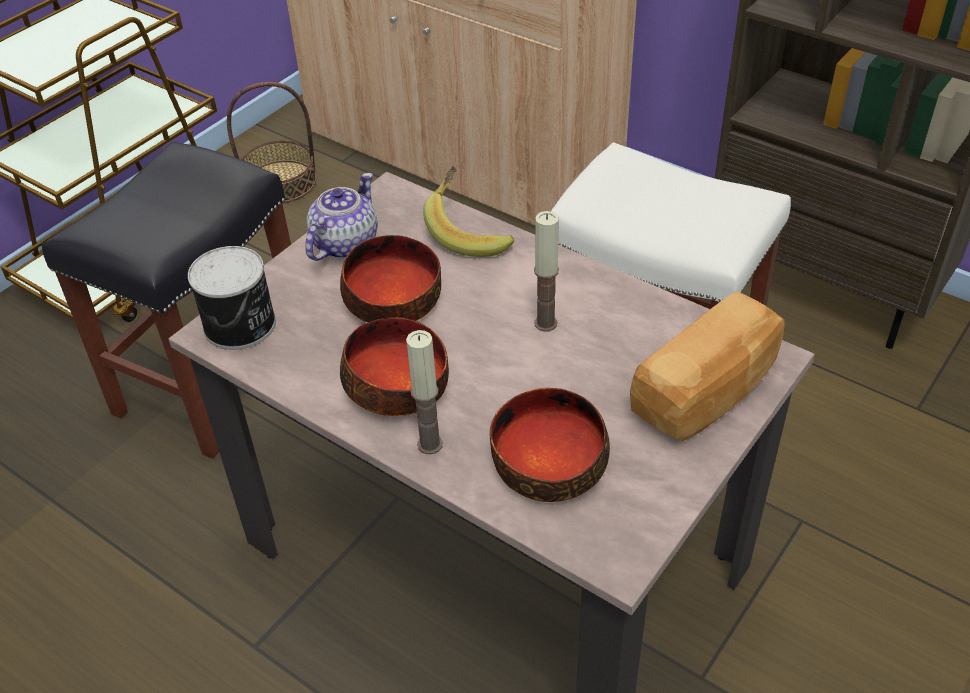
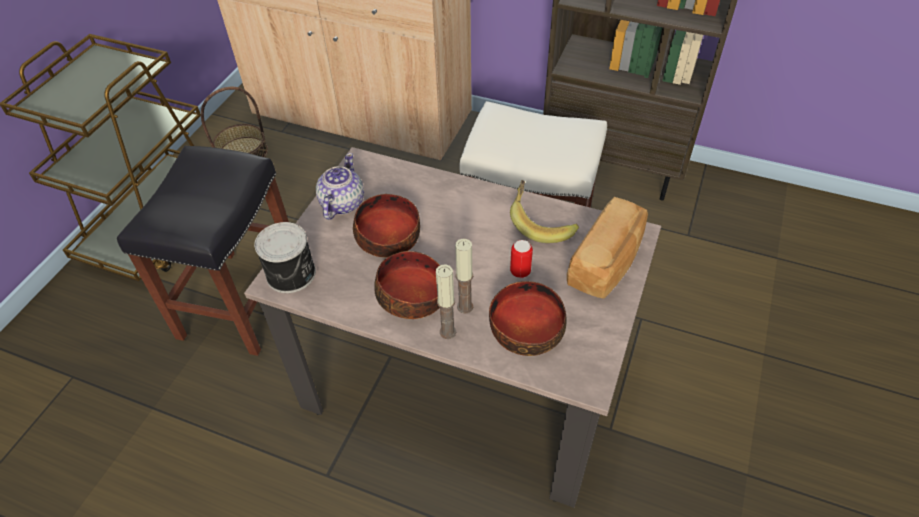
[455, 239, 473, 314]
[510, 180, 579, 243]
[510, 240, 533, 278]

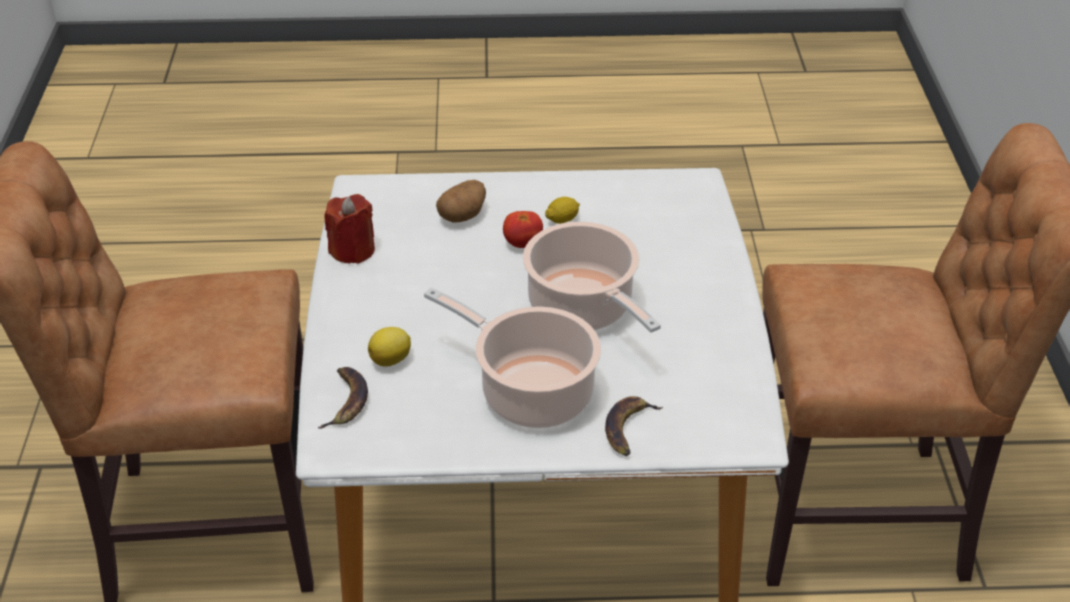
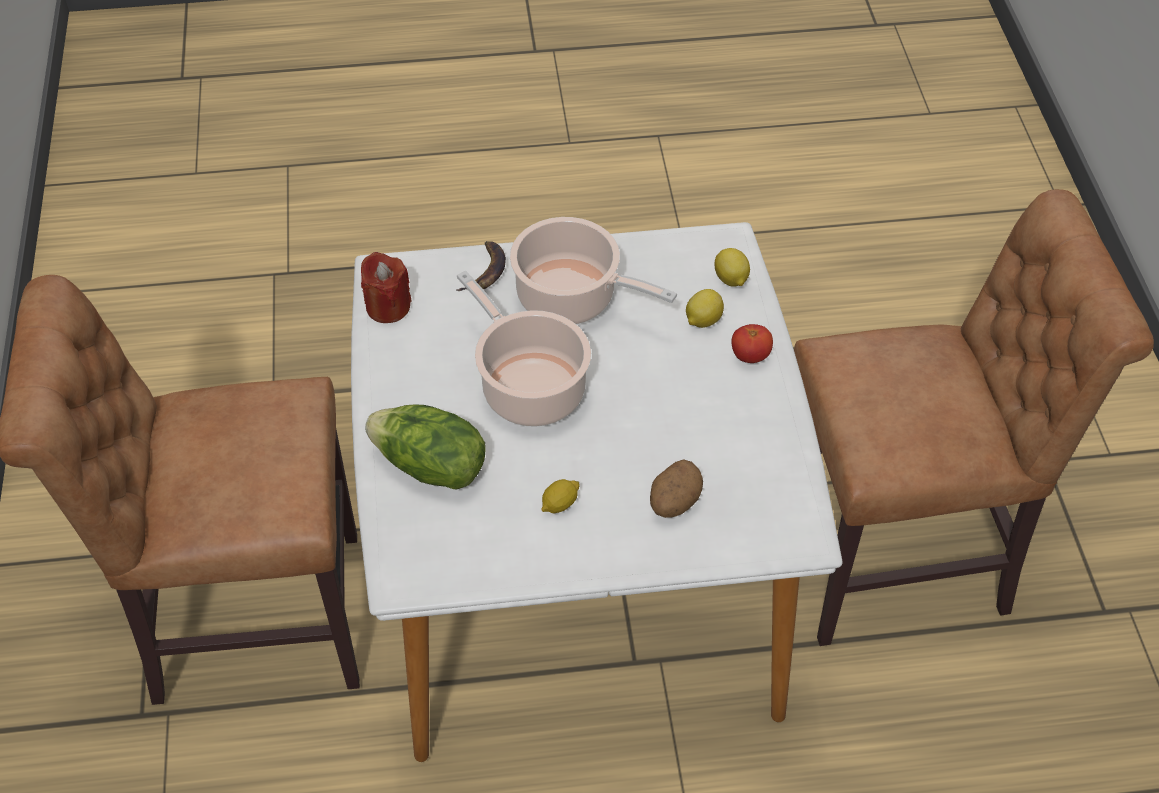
[361, 252, 412, 323]
[365, 404, 486, 489]
[714, 248, 750, 287]
[731, 324, 773, 363]

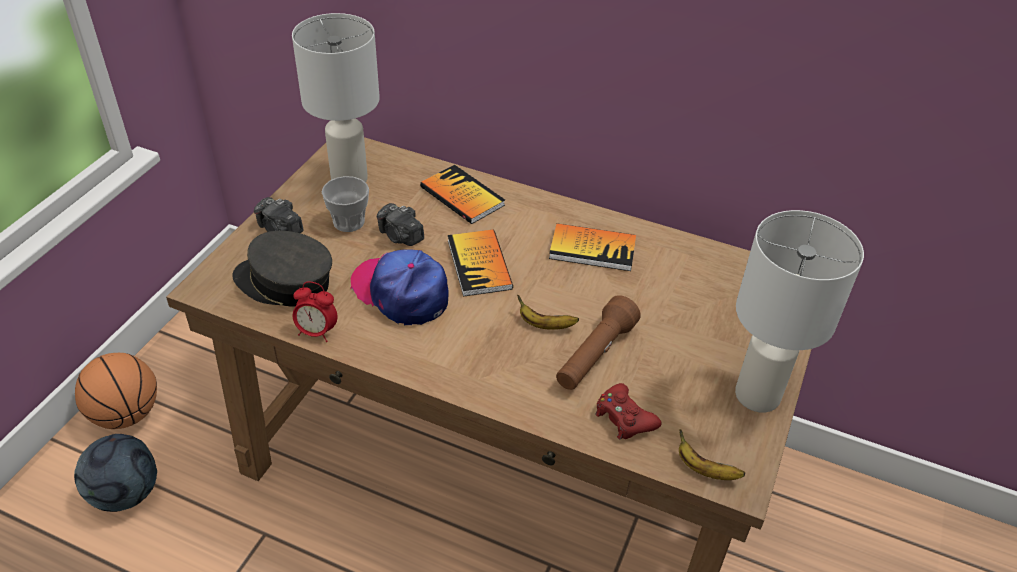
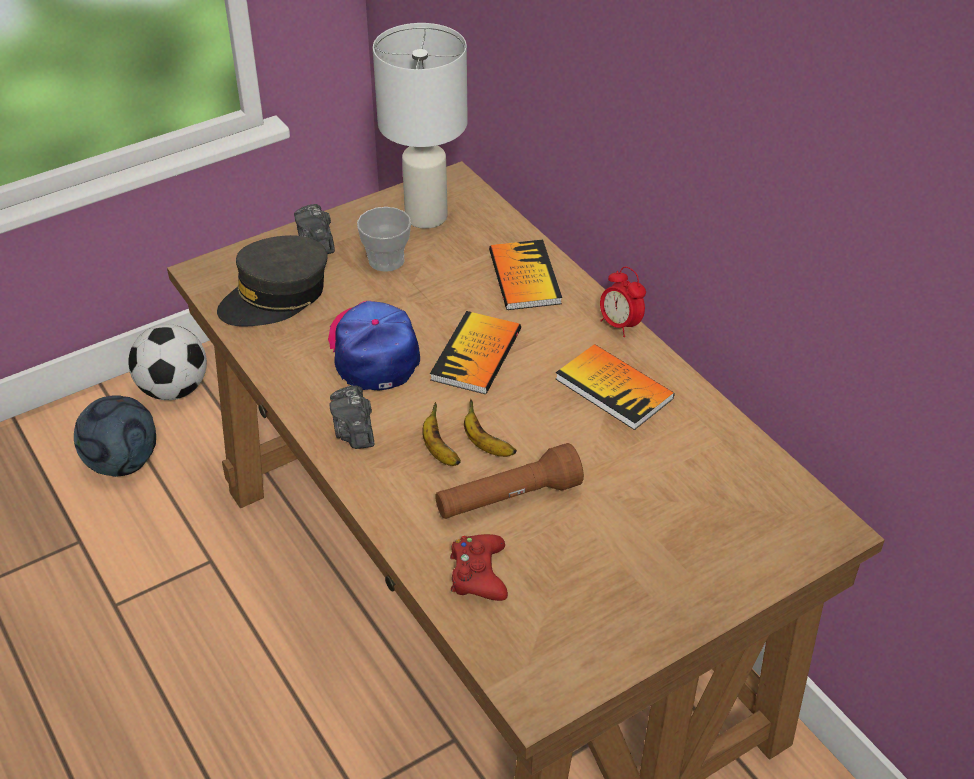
[128, 324, 207, 400]
[217, 235, 328, 327]
[330, 385, 374, 449]
[422, 402, 461, 466]
[600, 267, 646, 337]
[735, 210, 864, 412] (first image)

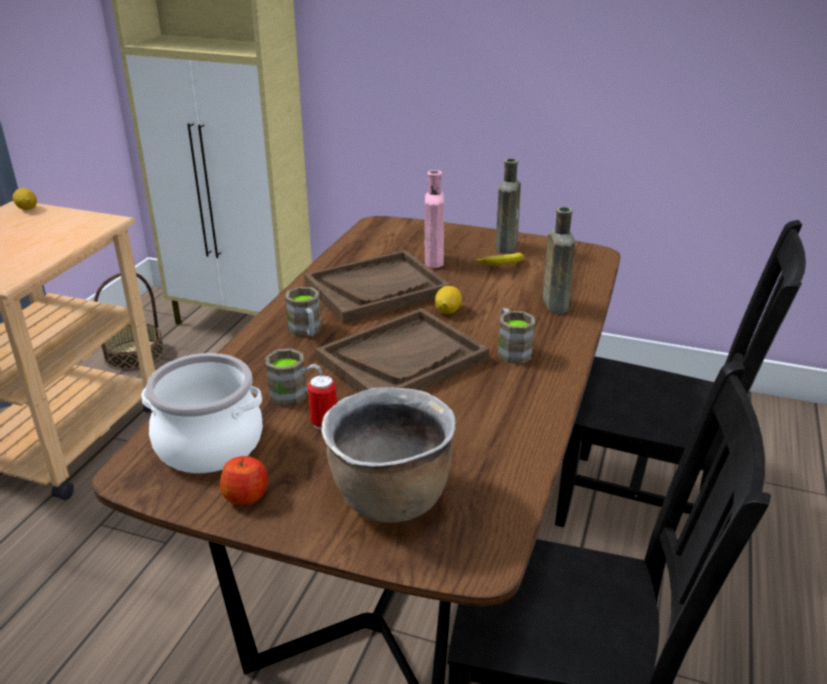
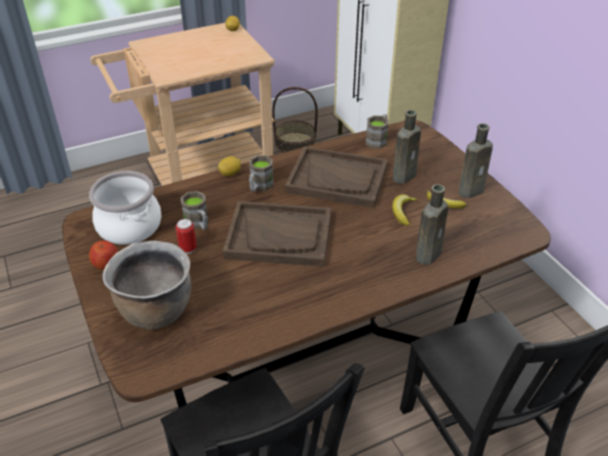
[218, 156, 241, 176]
[366, 114, 389, 149]
[392, 194, 418, 226]
[393, 110, 421, 184]

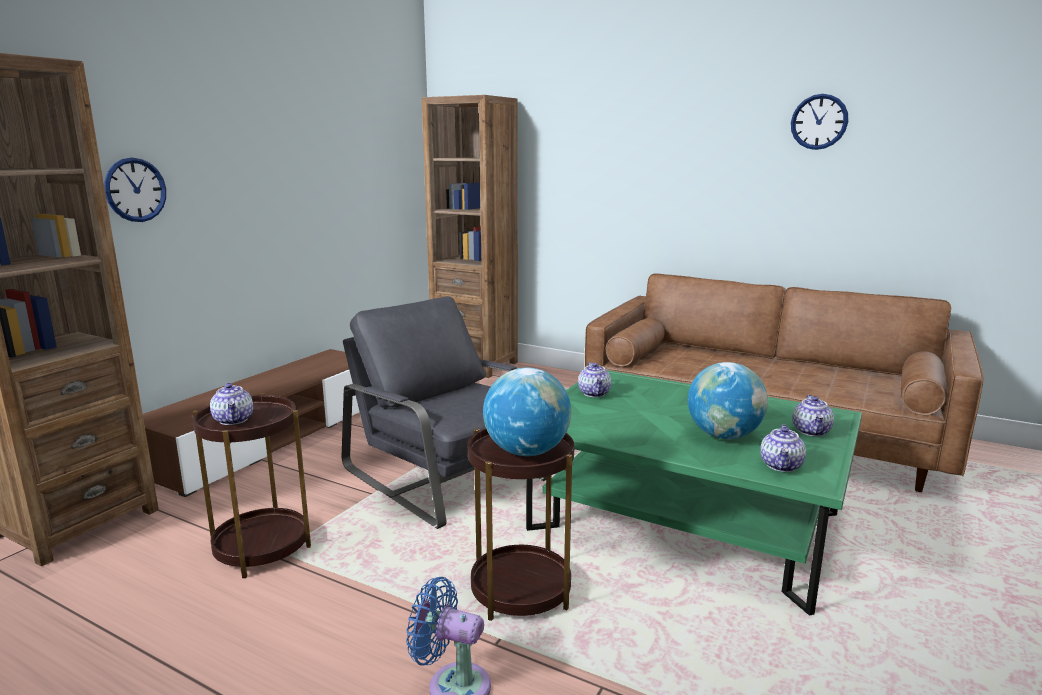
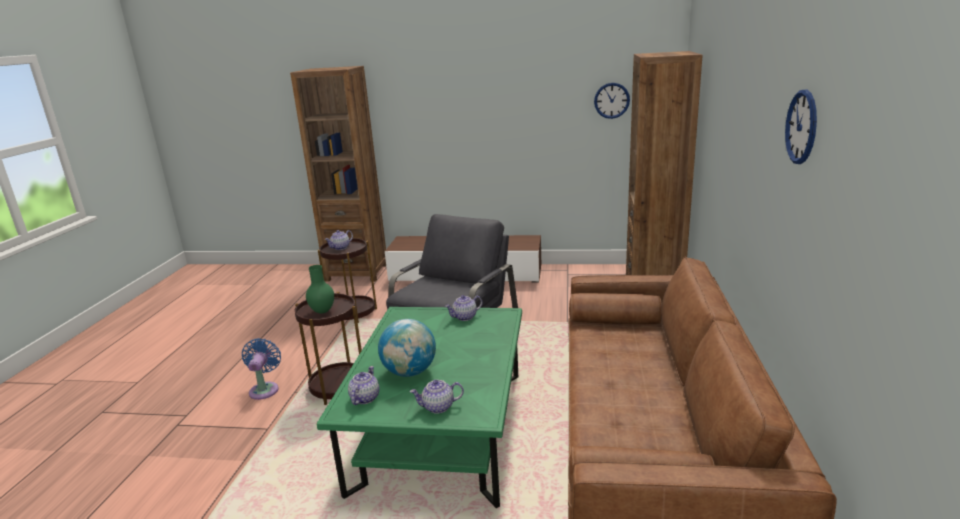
[306, 265, 334, 313]
[348, 366, 379, 405]
[594, 83, 630, 119]

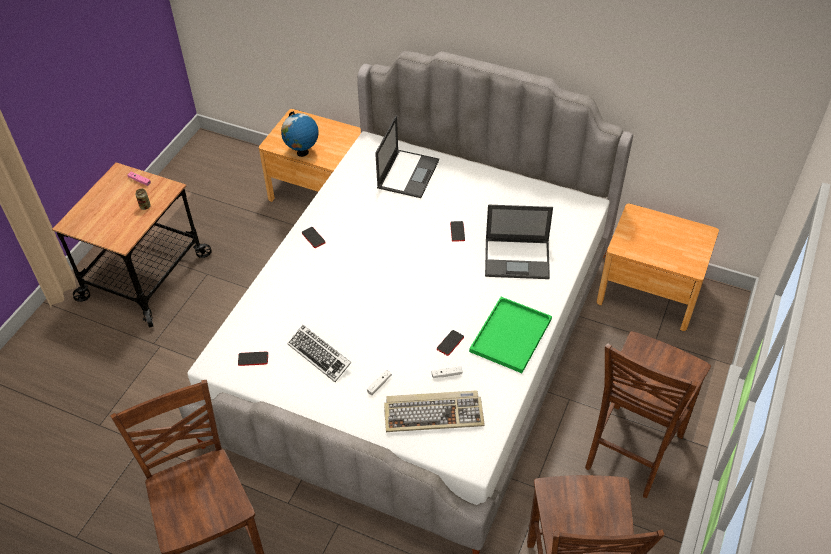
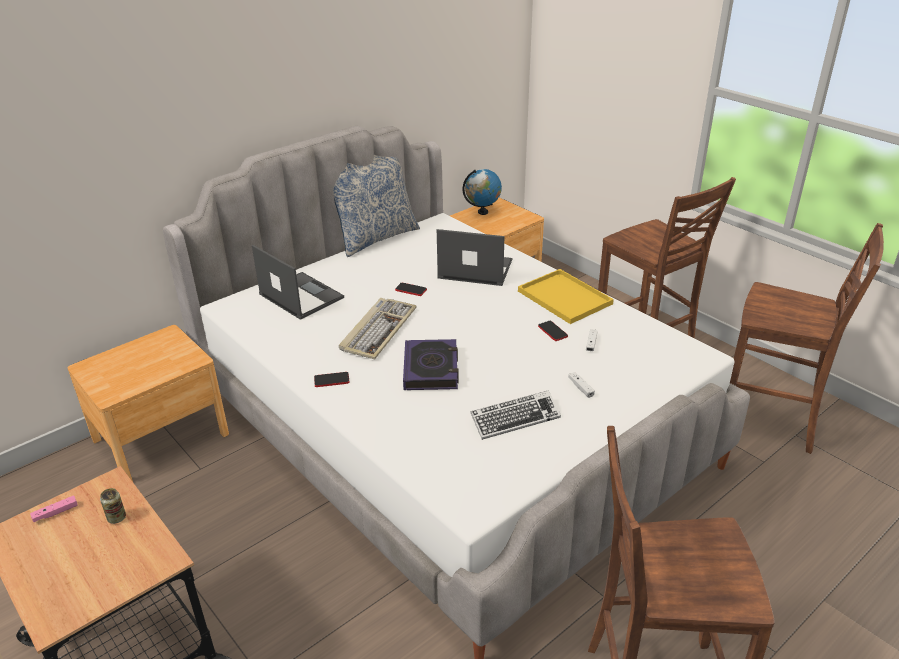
[333, 155, 420, 257]
[339, 298, 417, 359]
[403, 339, 459, 390]
[437, 229, 513, 286]
[463, 169, 502, 215]
[518, 269, 614, 324]
[238, 352, 268, 366] (first image)

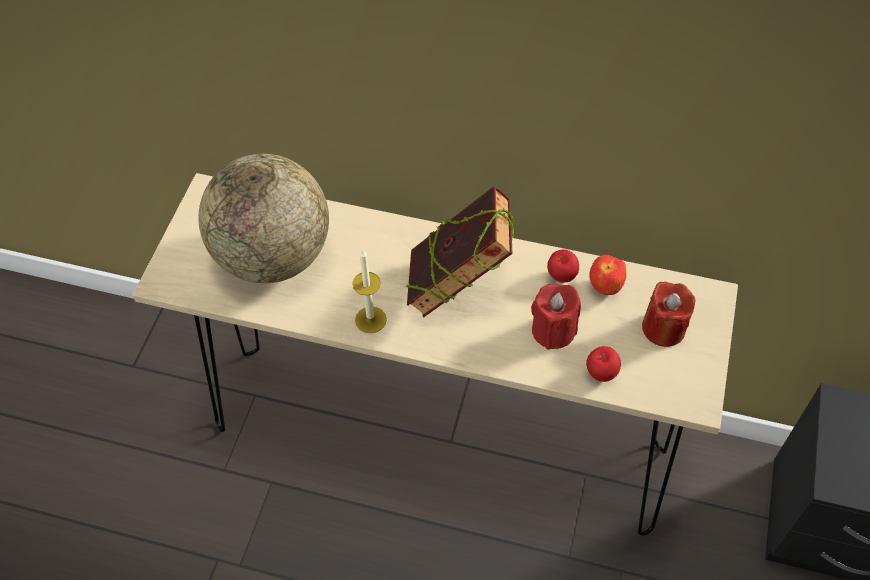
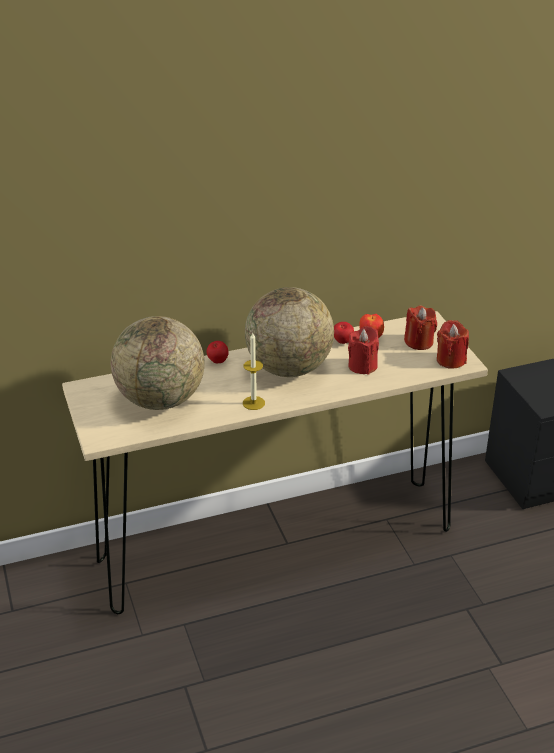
[207, 341, 229, 363]
[245, 287, 334, 377]
[437, 320, 469, 368]

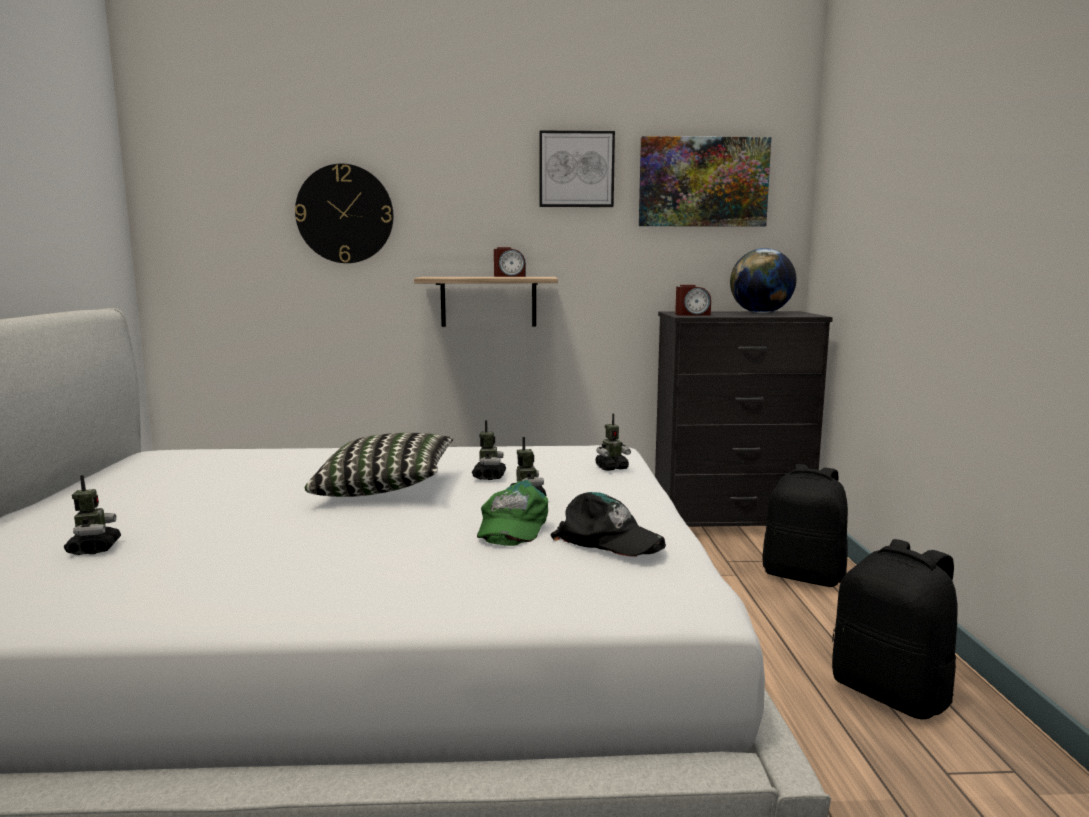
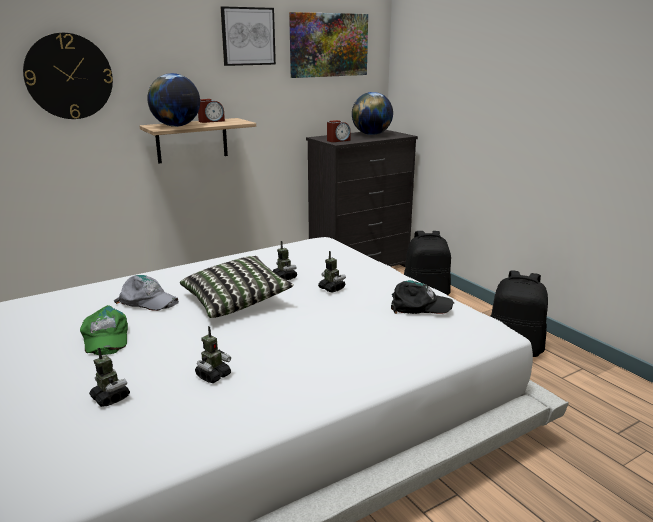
[80, 305, 128, 355]
[114, 275, 179, 311]
[147, 73, 200, 127]
[195, 326, 231, 383]

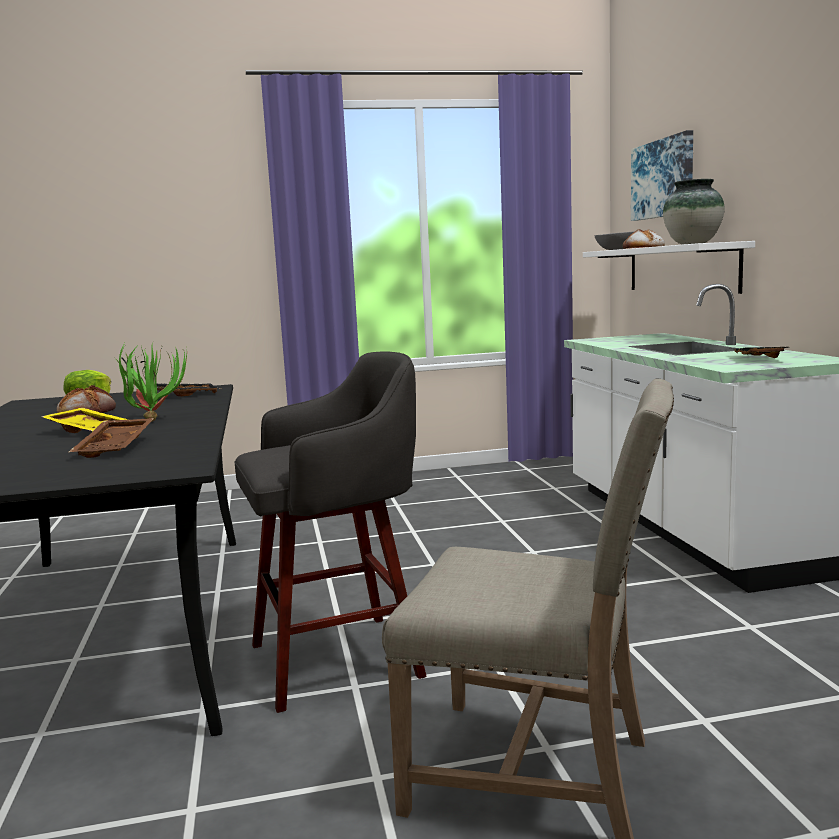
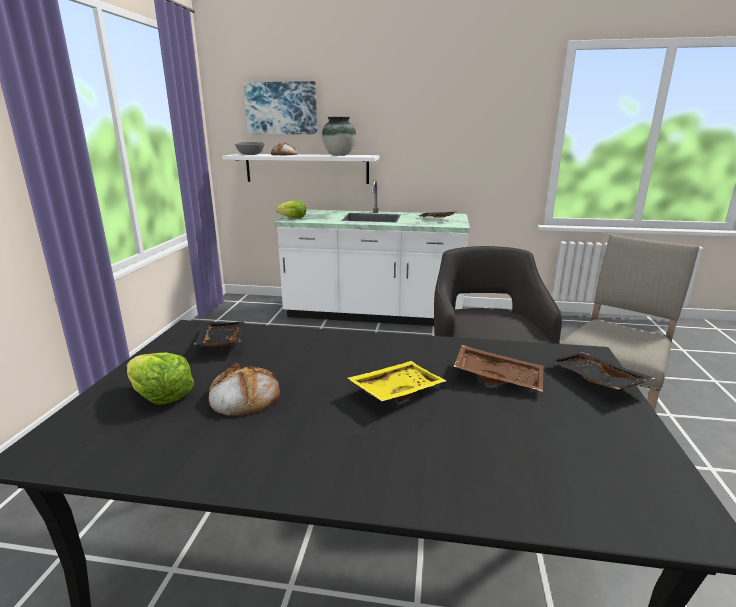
[276, 200, 306, 219]
[547, 352, 656, 390]
[116, 341, 187, 422] (first image)

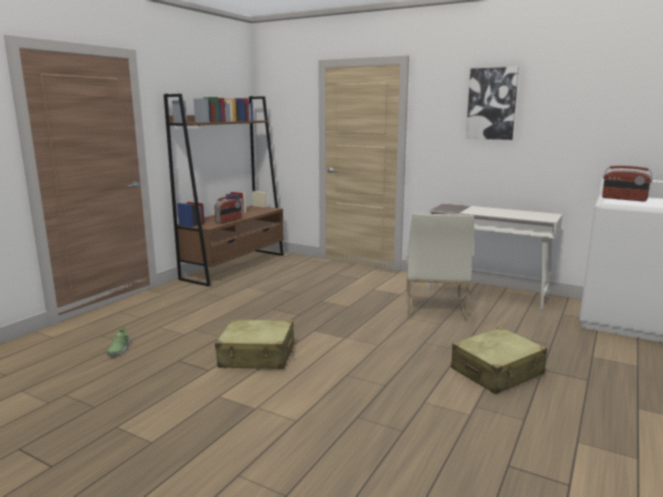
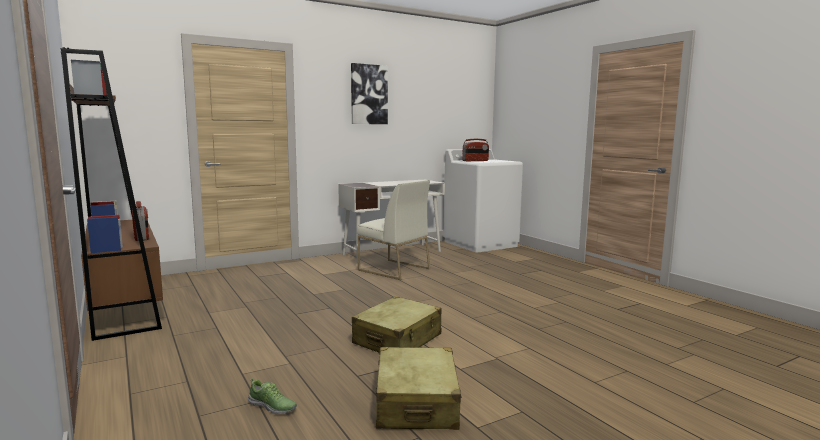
[376, 347, 462, 430]

